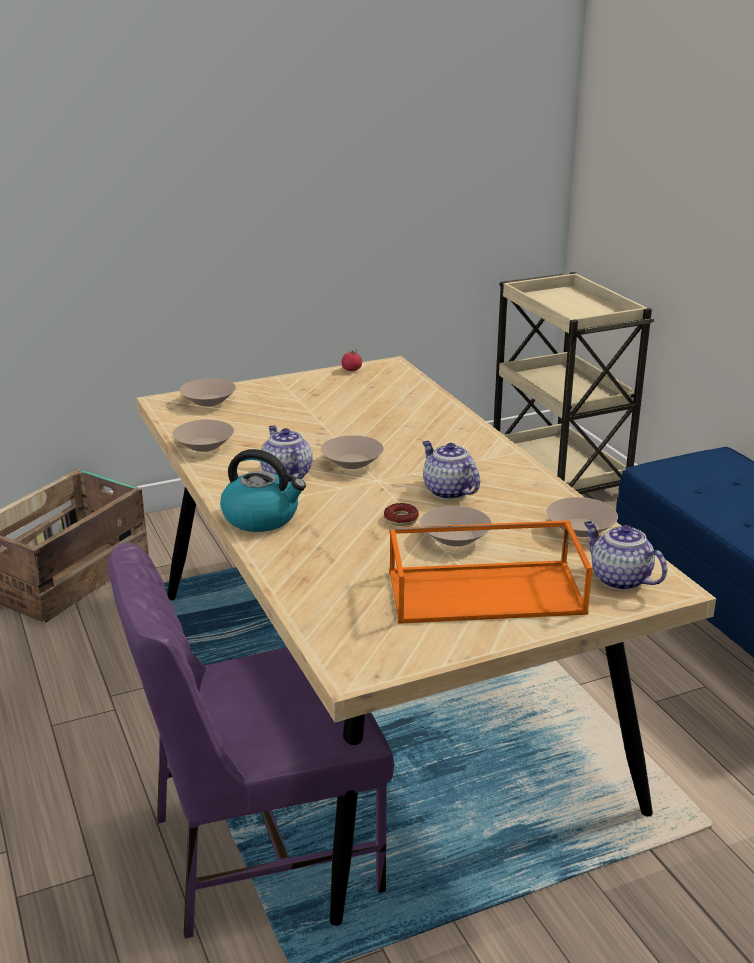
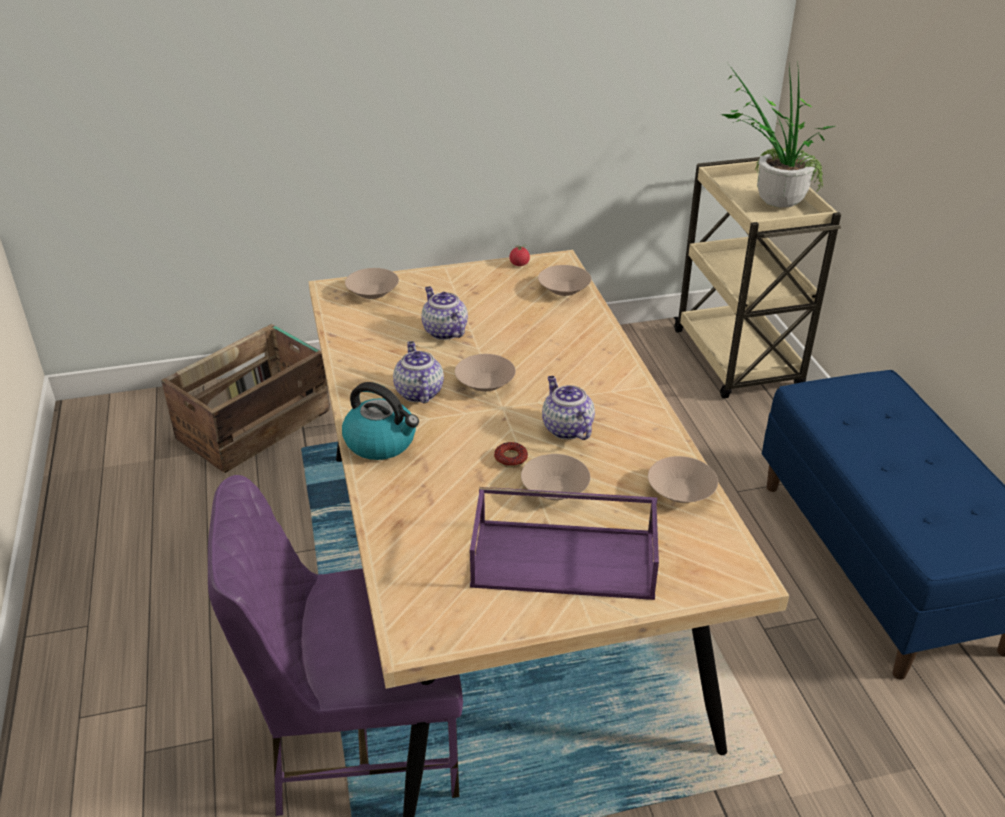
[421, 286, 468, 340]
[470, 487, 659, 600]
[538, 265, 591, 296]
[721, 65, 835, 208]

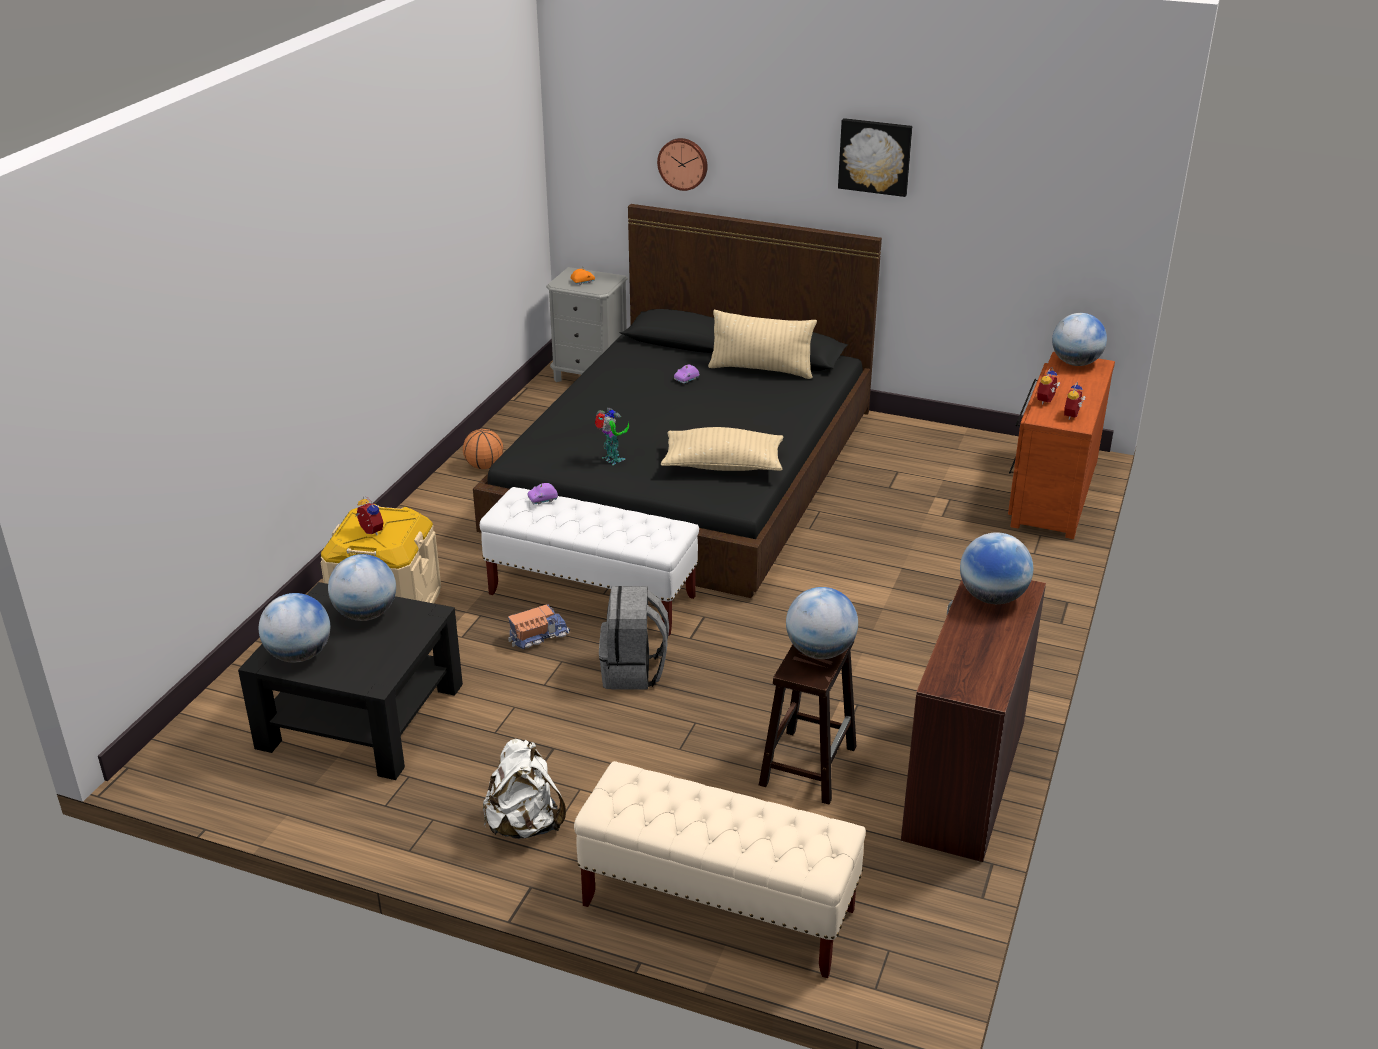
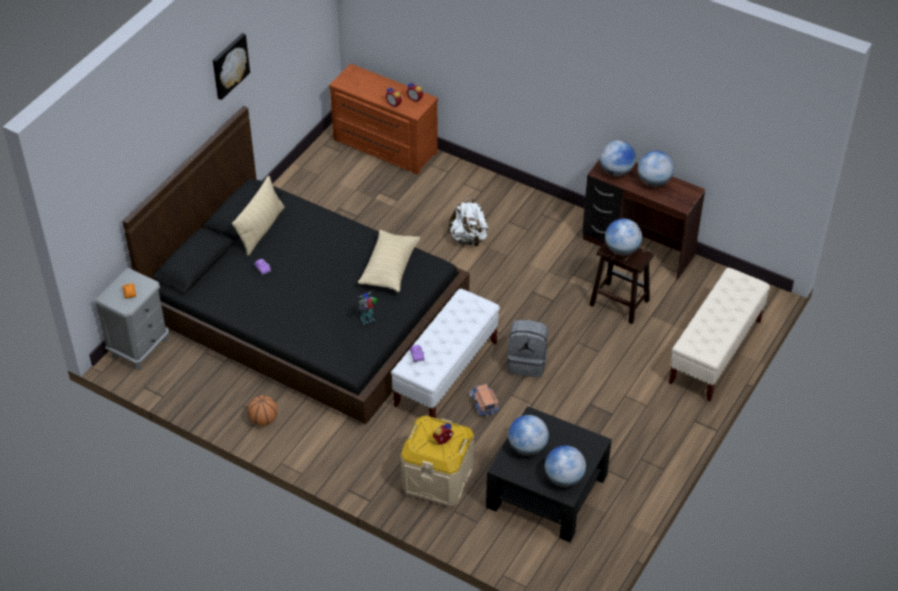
[447, 197, 489, 247]
[638, 151, 674, 187]
[657, 138, 707, 191] (first image)

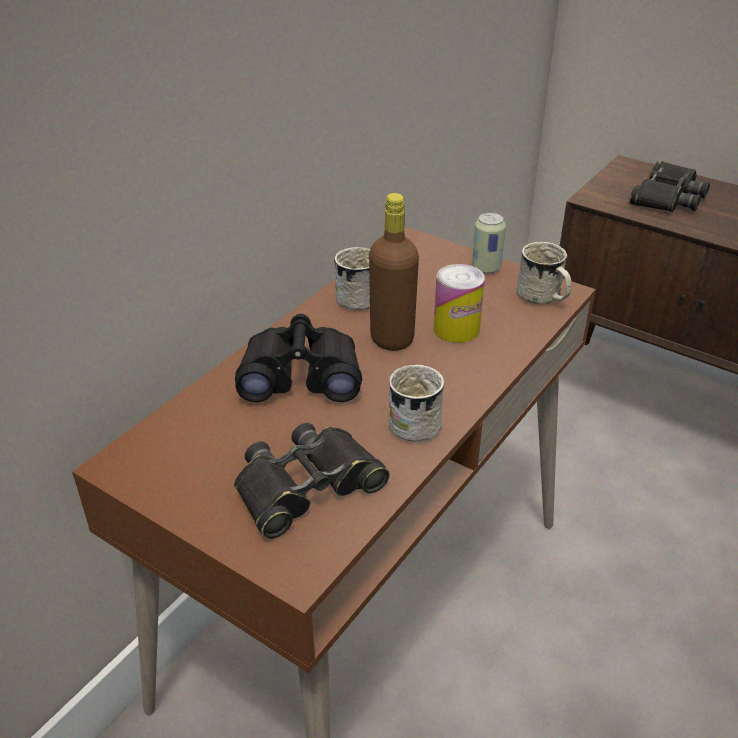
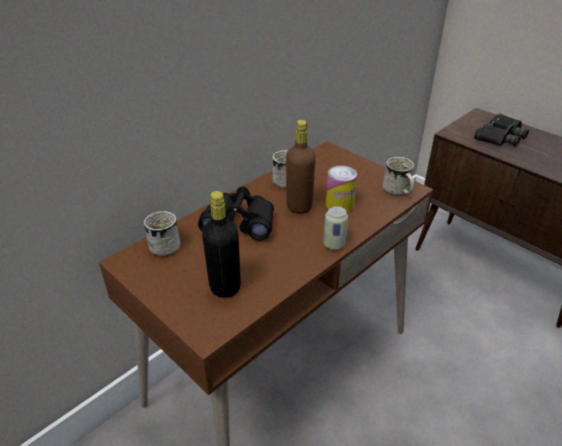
[144, 211, 180, 256]
[202, 191, 241, 298]
[323, 206, 348, 250]

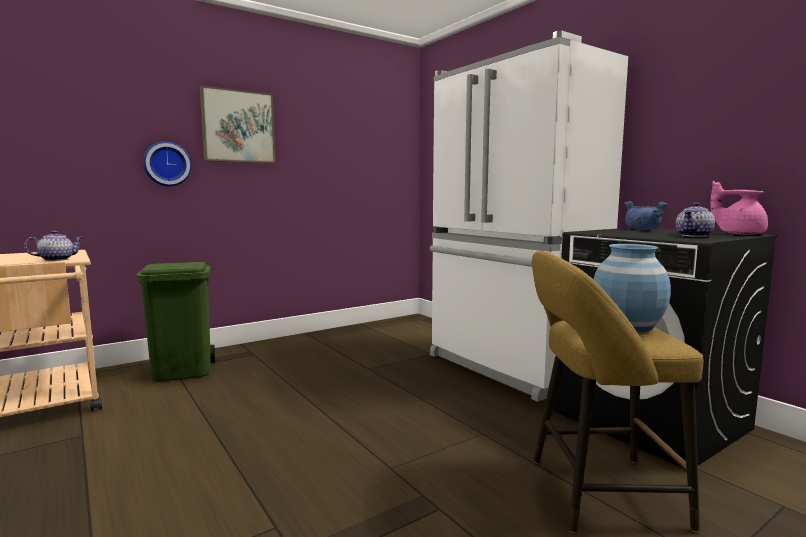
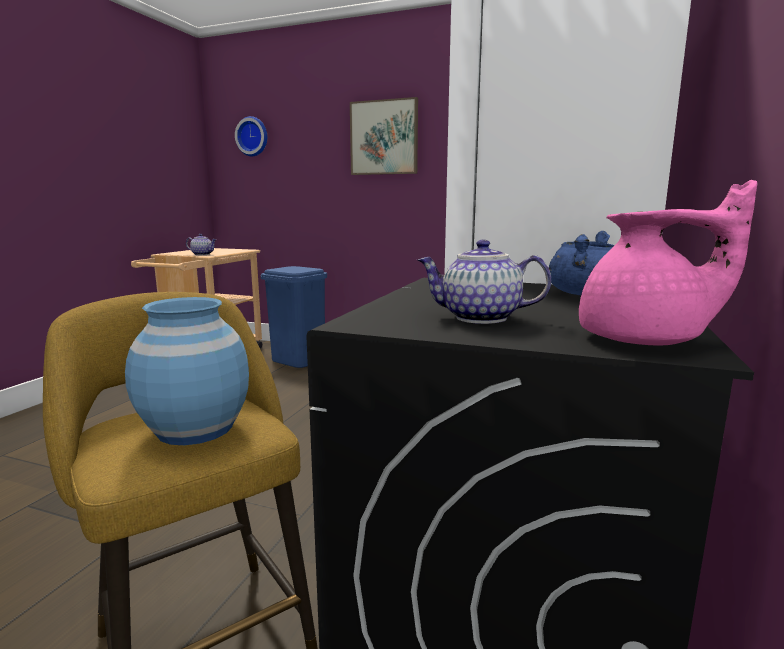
[235, 116, 267, 156]
[261, 266, 327, 368]
[579, 180, 757, 346]

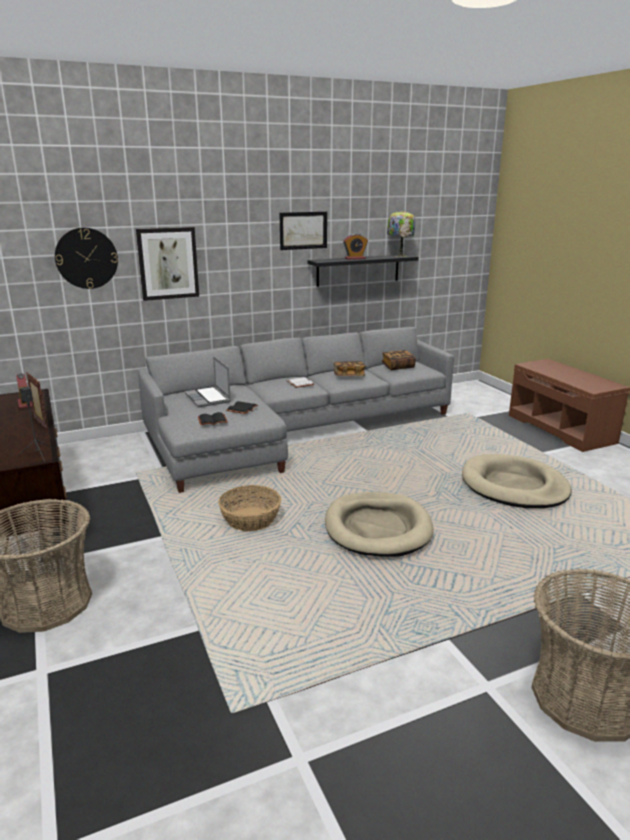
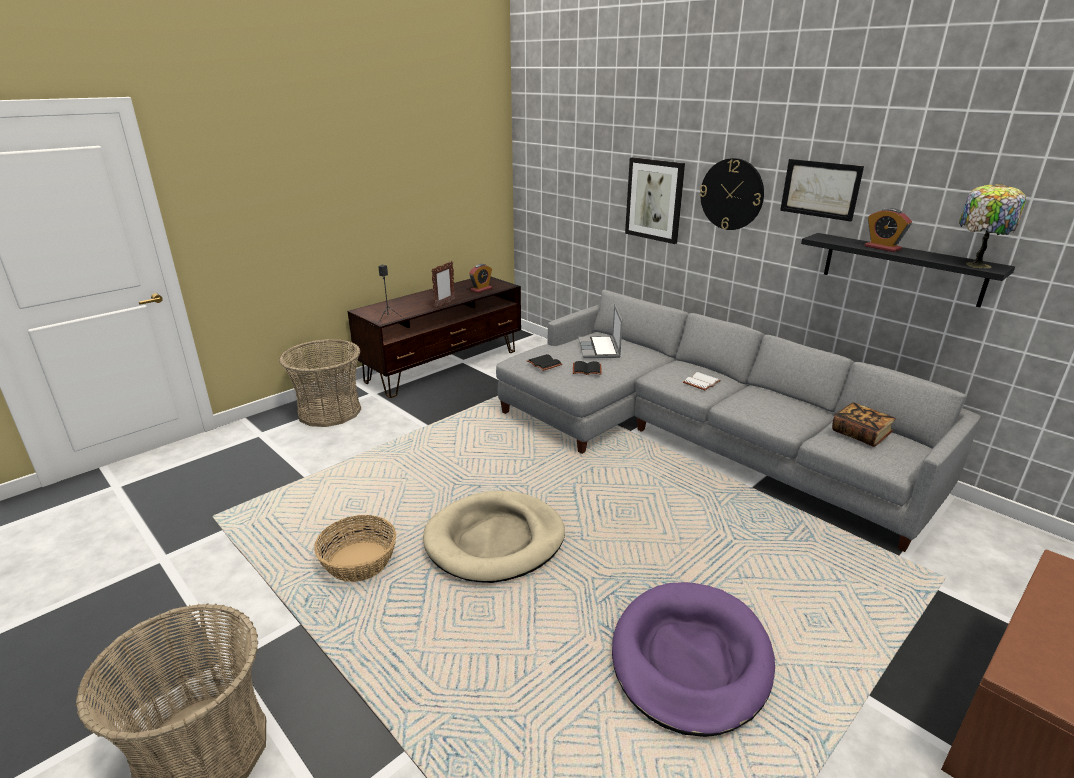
[314, 515, 396, 582]
[578, 304, 623, 358]
[612, 582, 775, 737]
[700, 158, 764, 230]
[334, 361, 366, 376] (first image)

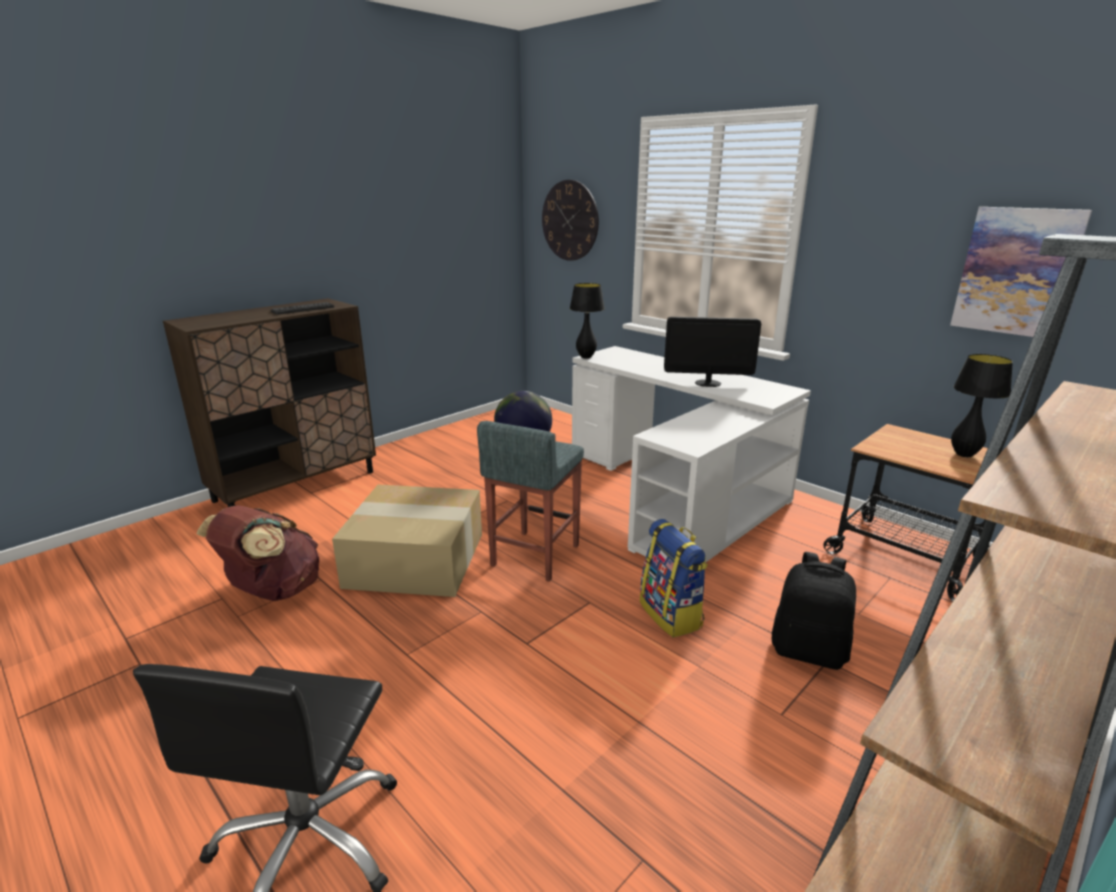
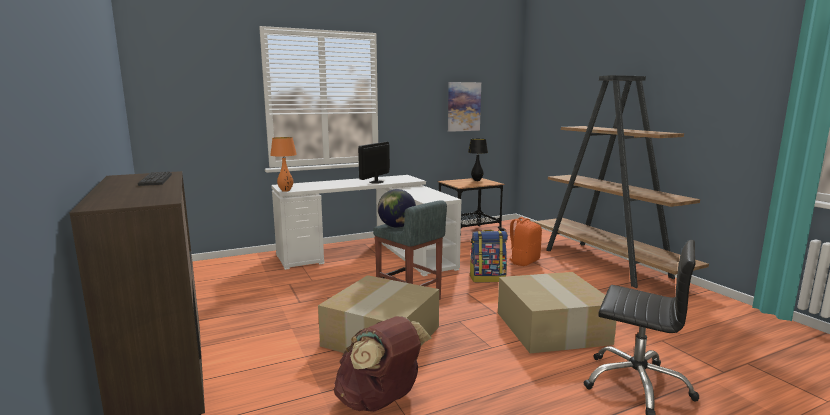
[270, 137, 297, 192]
[498, 272, 617, 353]
[507, 217, 542, 266]
[542, 180, 599, 261] (first image)

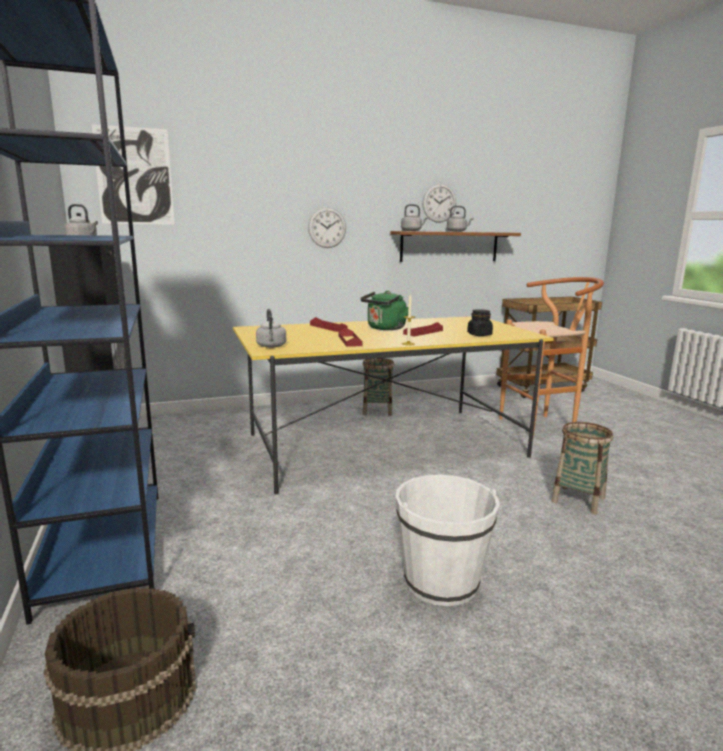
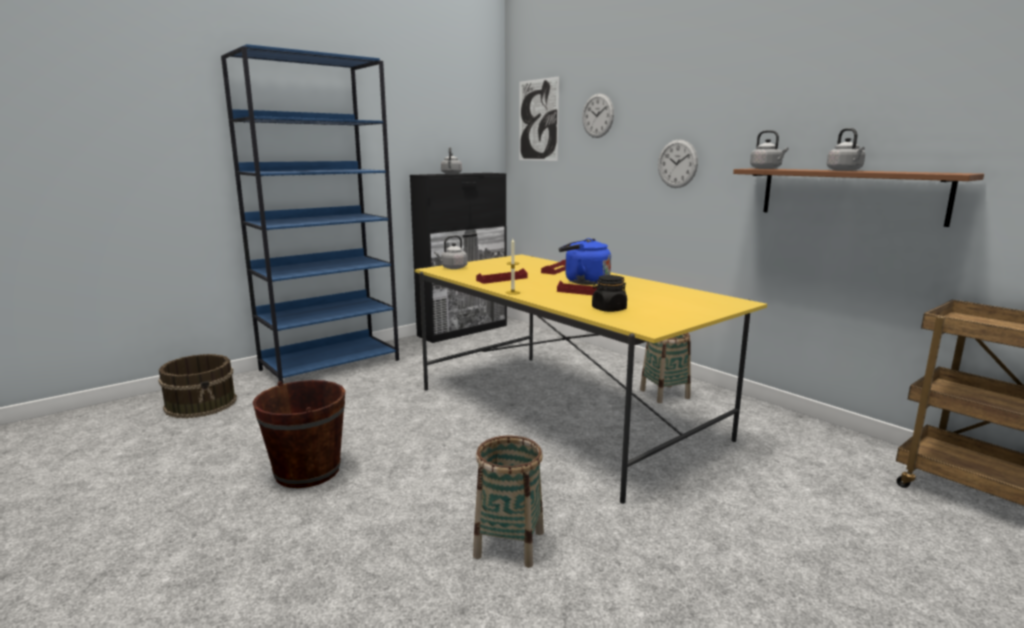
[253, 380, 345, 488]
[559, 238, 611, 285]
[582, 93, 614, 138]
[499, 277, 604, 437] (first image)

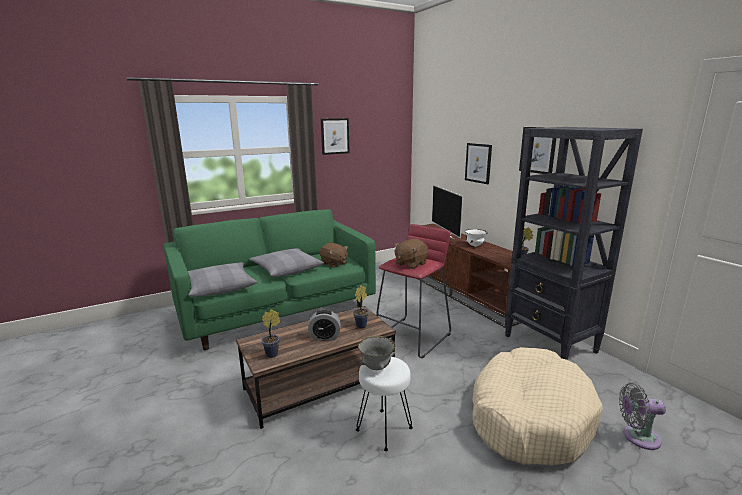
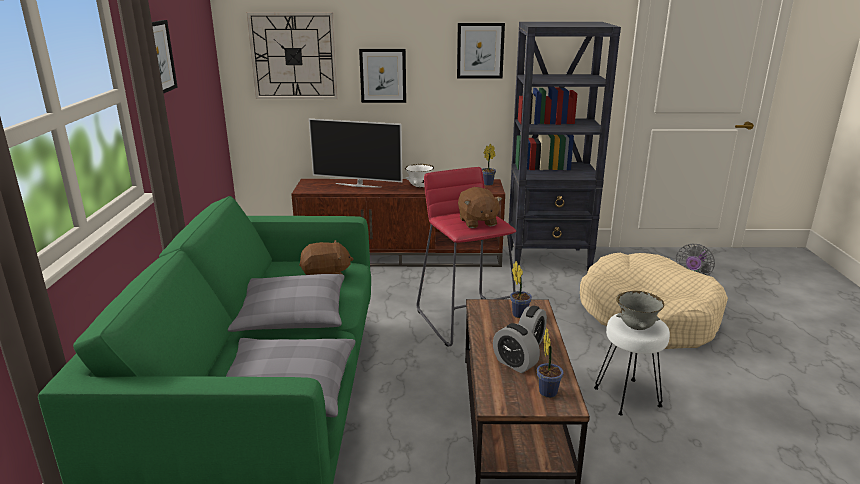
[247, 12, 338, 99]
[493, 323, 540, 373]

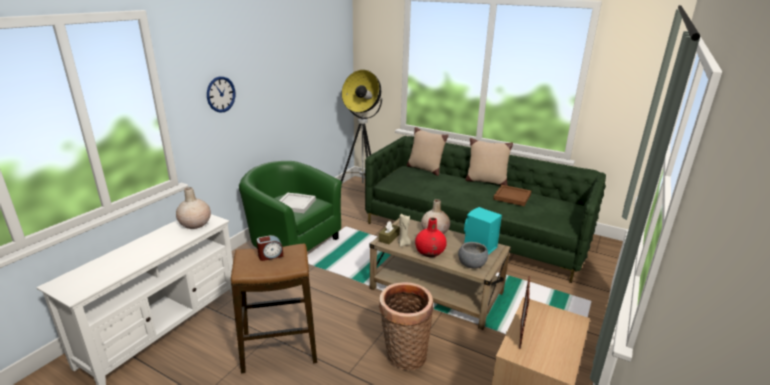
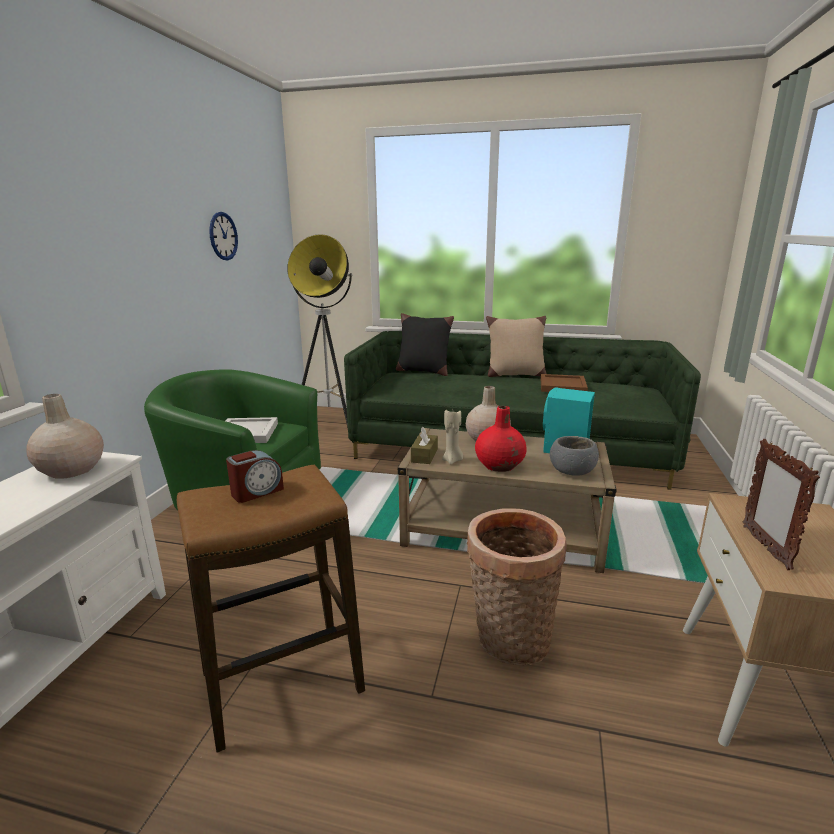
[209, 212, 238, 260]
[396, 313, 454, 376]

